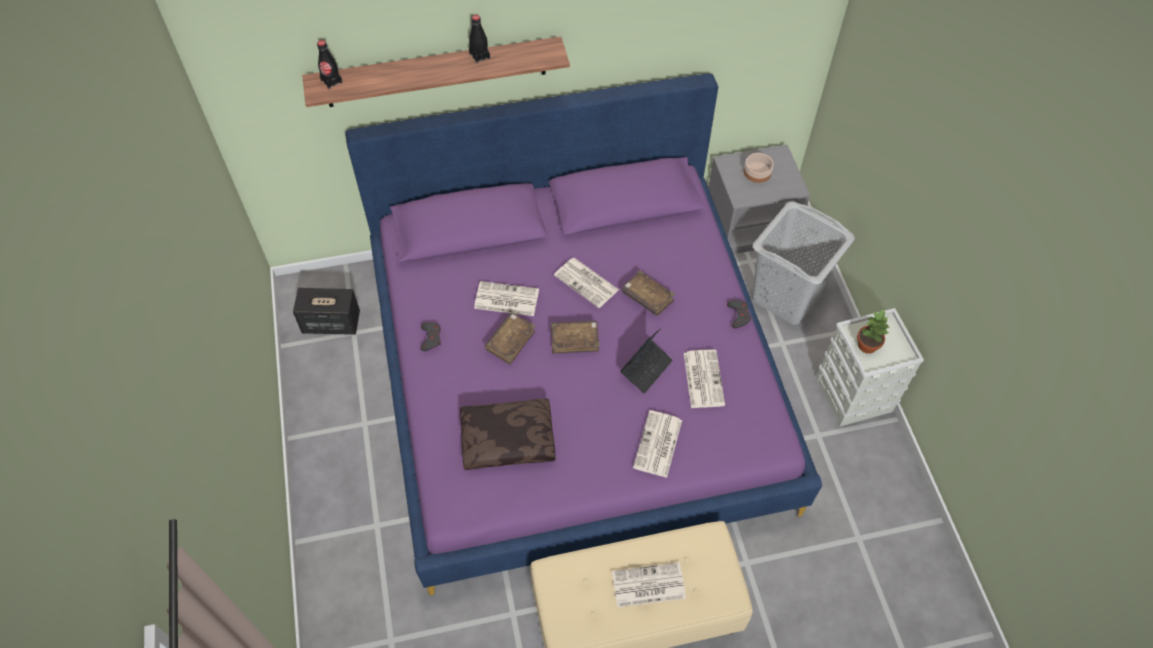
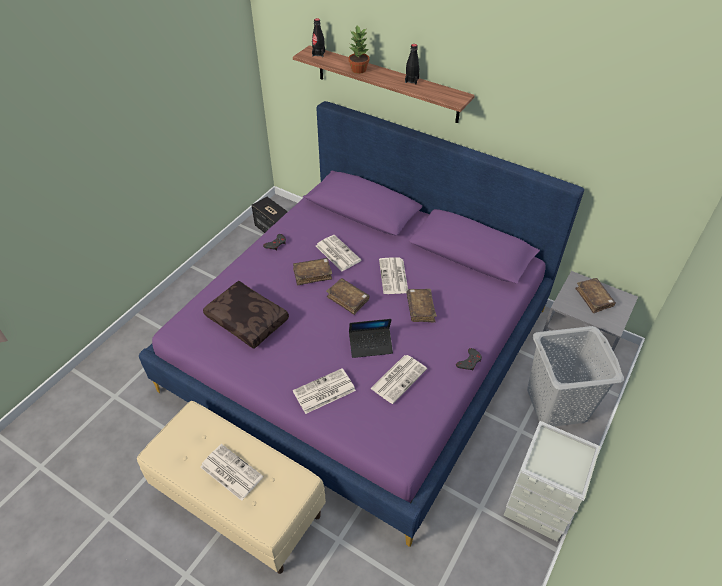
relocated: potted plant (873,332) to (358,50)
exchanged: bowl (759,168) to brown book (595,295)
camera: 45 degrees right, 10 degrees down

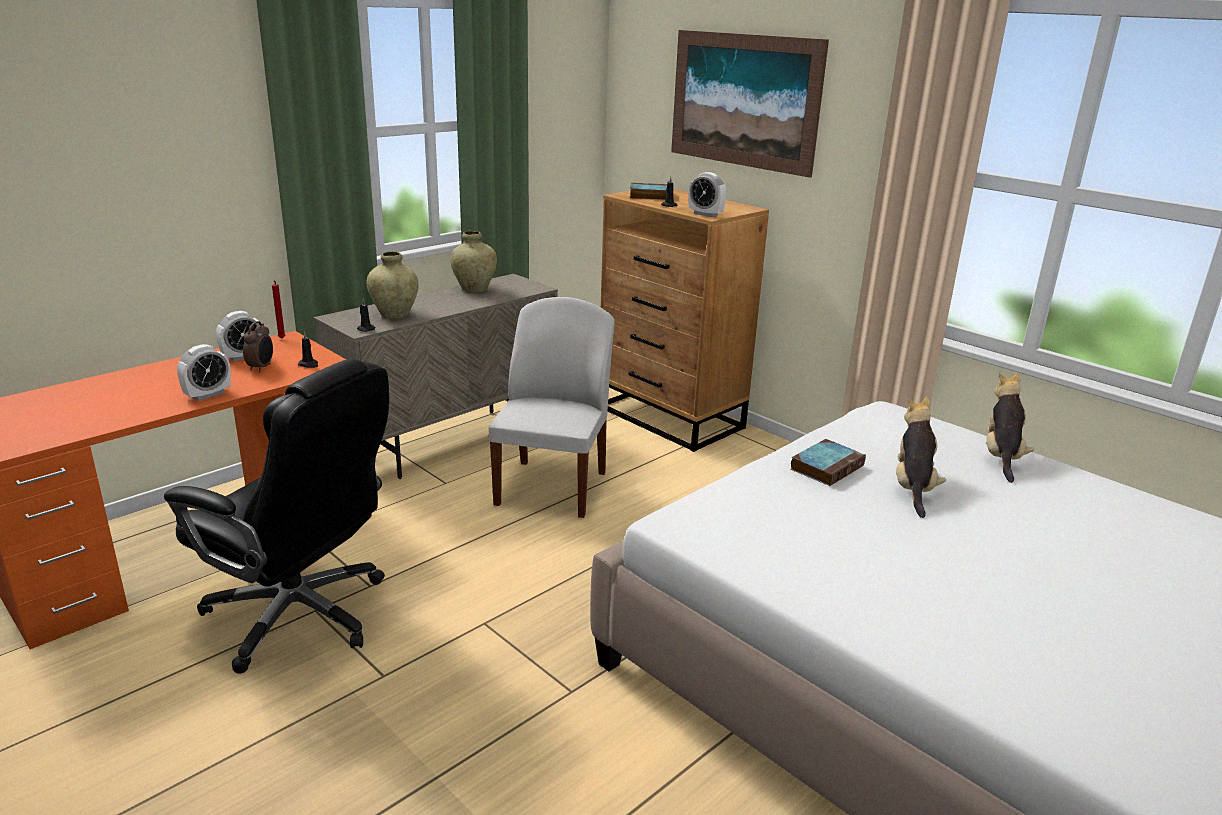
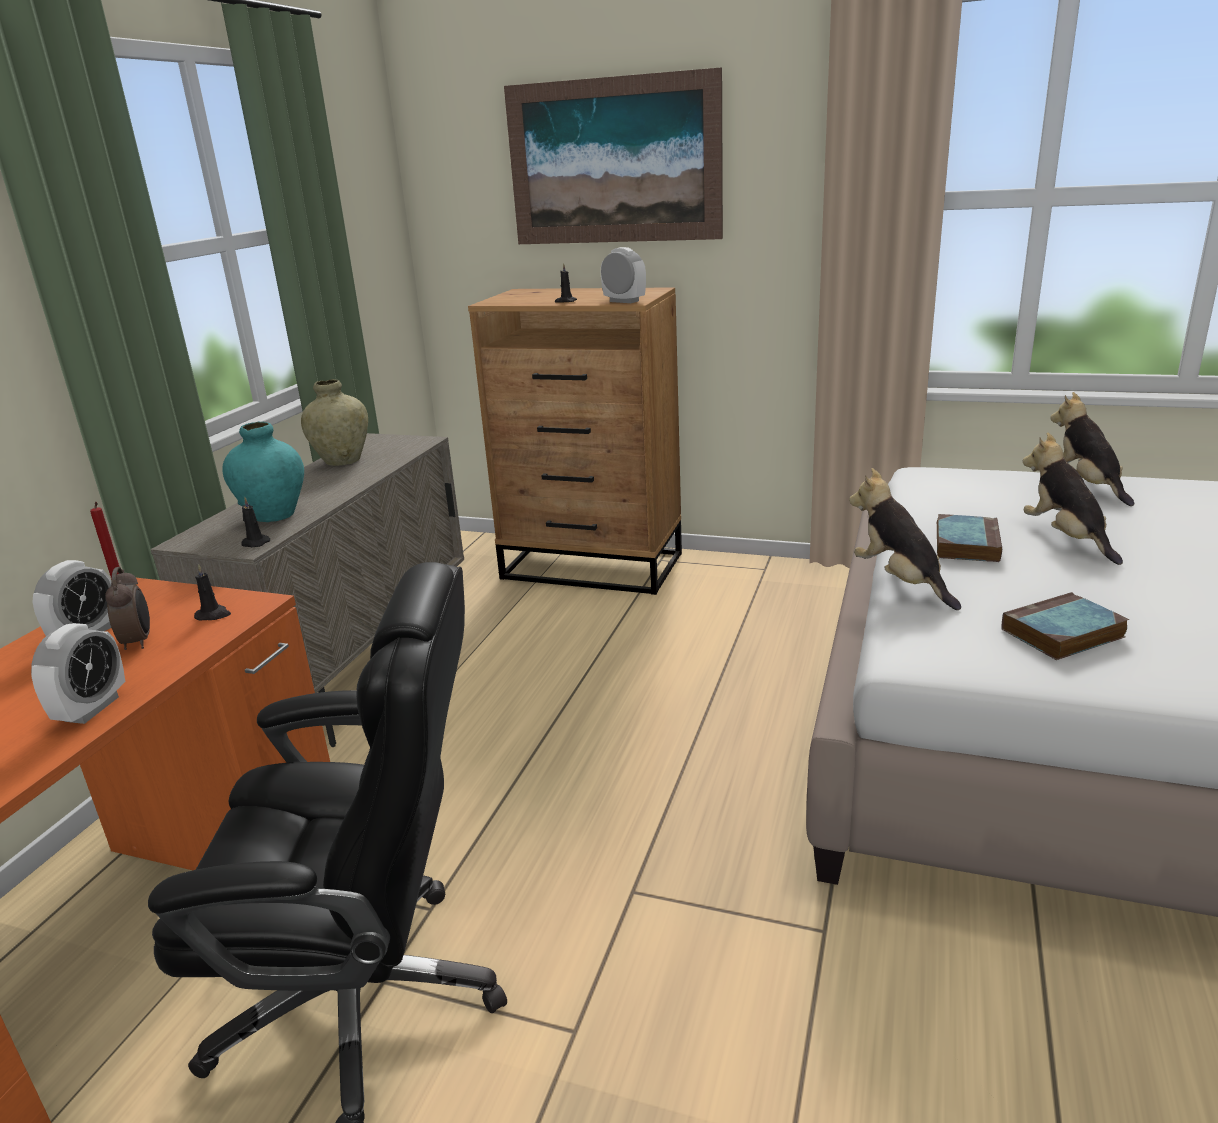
missing: white chair (552,407)
appeared: plush toy (905,539)
relocated: book (648,191) to (1065,626)
colour: beige vase (392,285) to turquoise vase (263,471)
spun: alarm clock (707,194) = (623,275) 150 degrees counterclockwise
camera: 25 degrees left, 0 degrees up

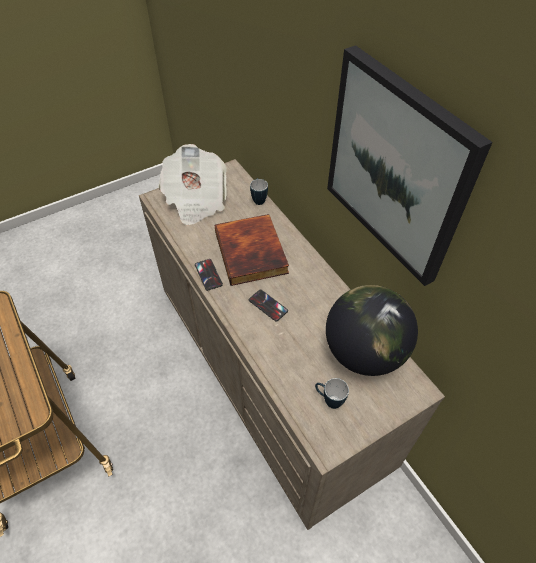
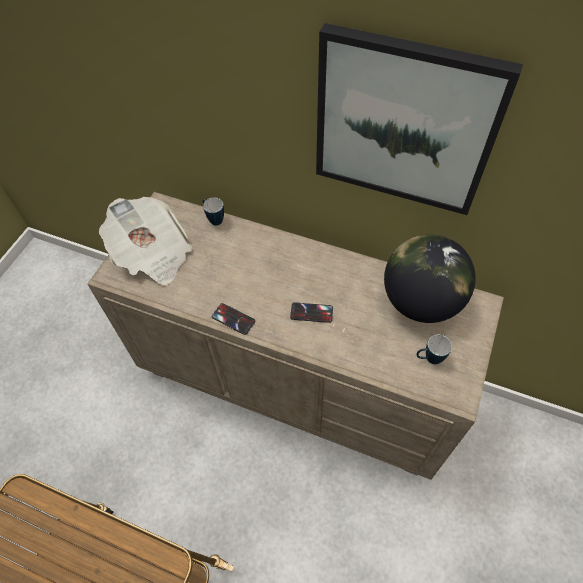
missing: book (252,250)
camera: 35 degrees left, 5 degrees up

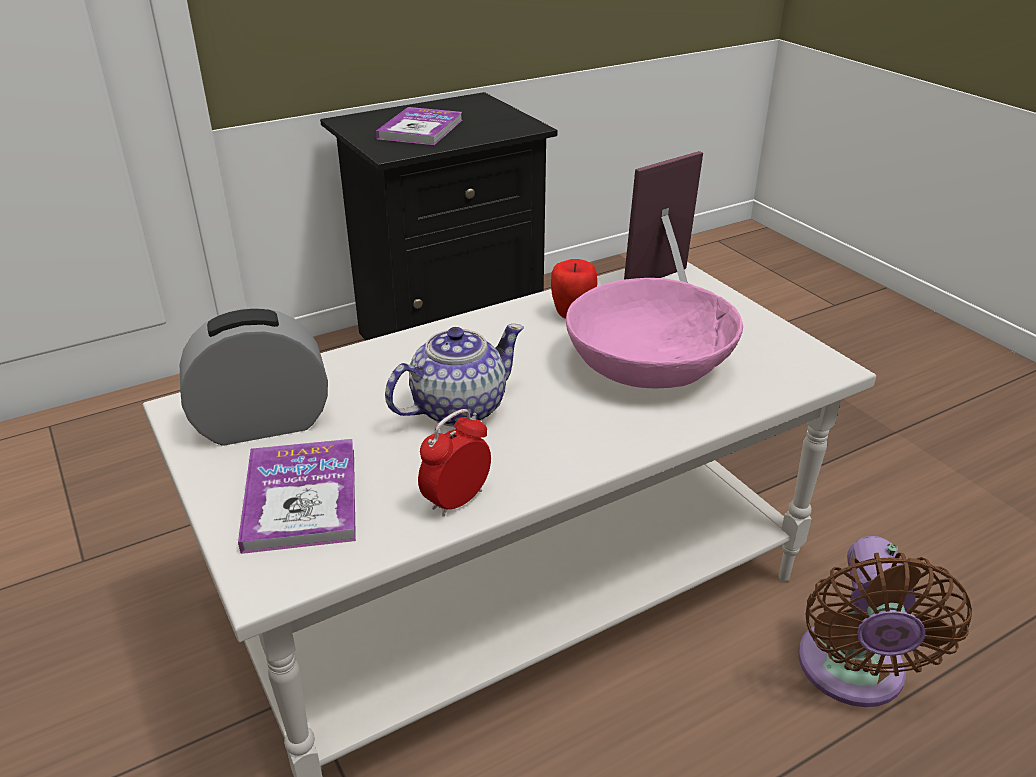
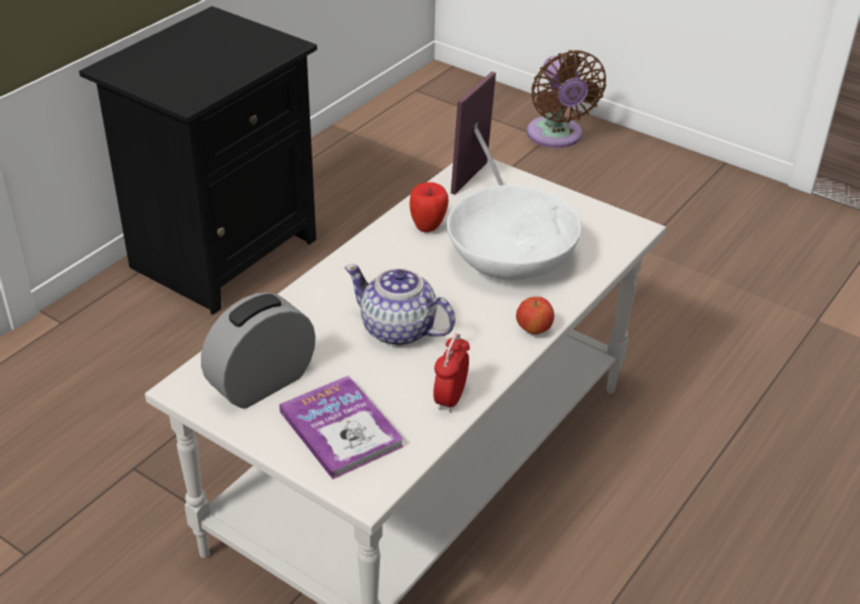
missing: book (419,126)
appeared: apple (535,316)
relocated: brown fan (885,621) to (566,99)
colour: pink bowl (654,333) to white bowl (514,232)
spun: teapot (454,375) = (399,305) 90 degrees counterclockwise
camera: 25 degrees left, 5 degrees up

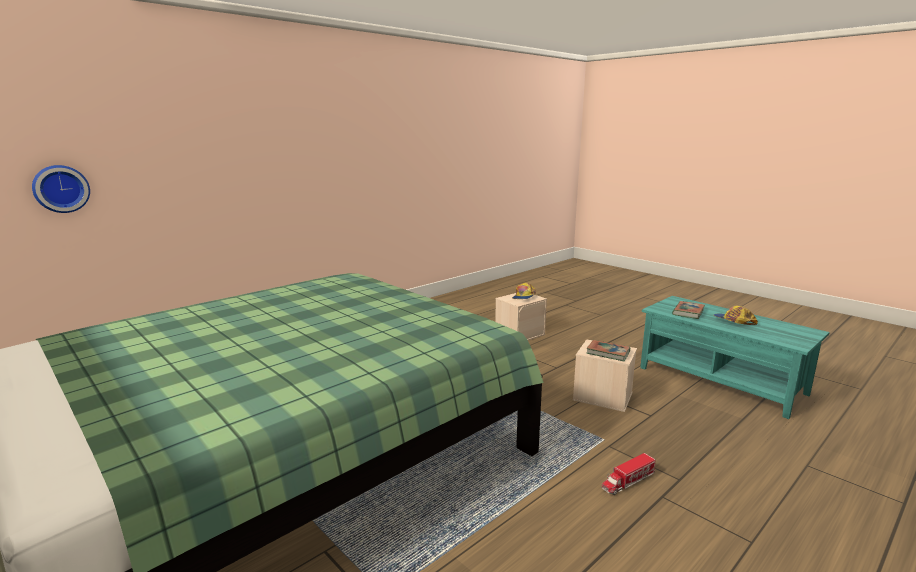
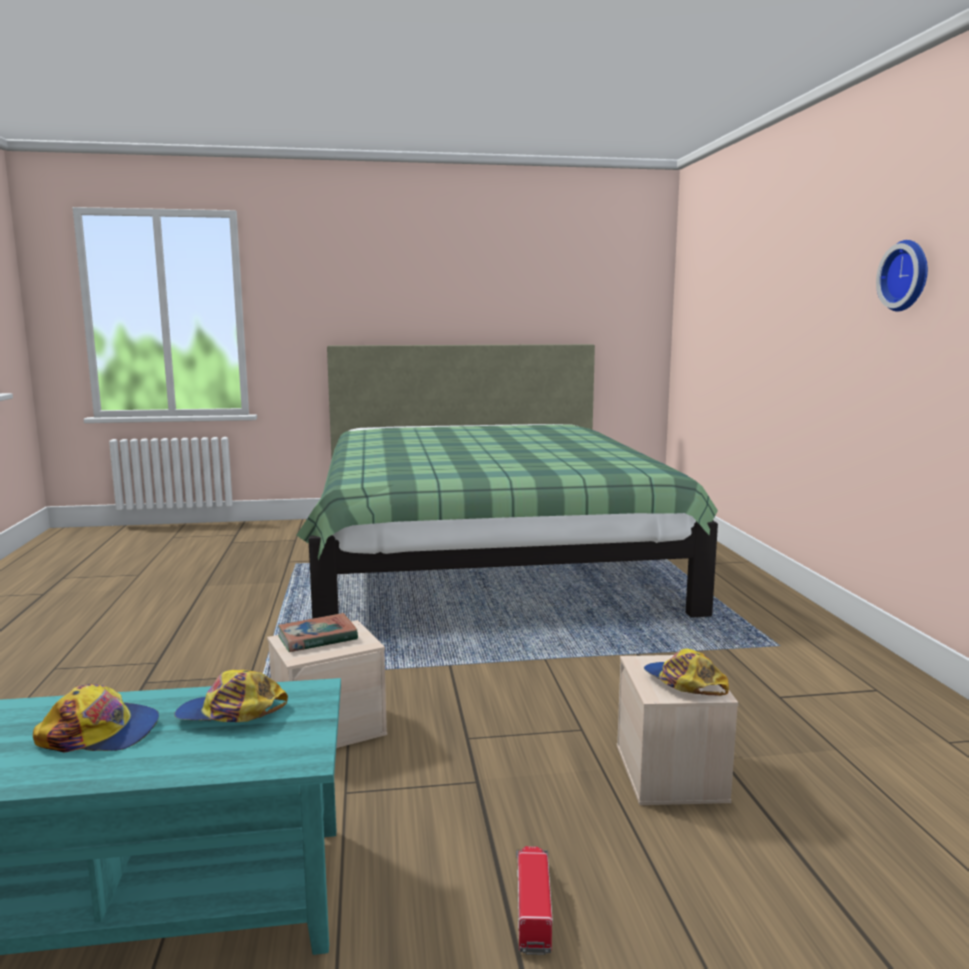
relocated: wall clock (61,189) to (902,275); toy truck (628,474) to (534,900)
exchanged: book (688,310) to cap (231,696)
camera: 125 degrees right, 5 degrees down

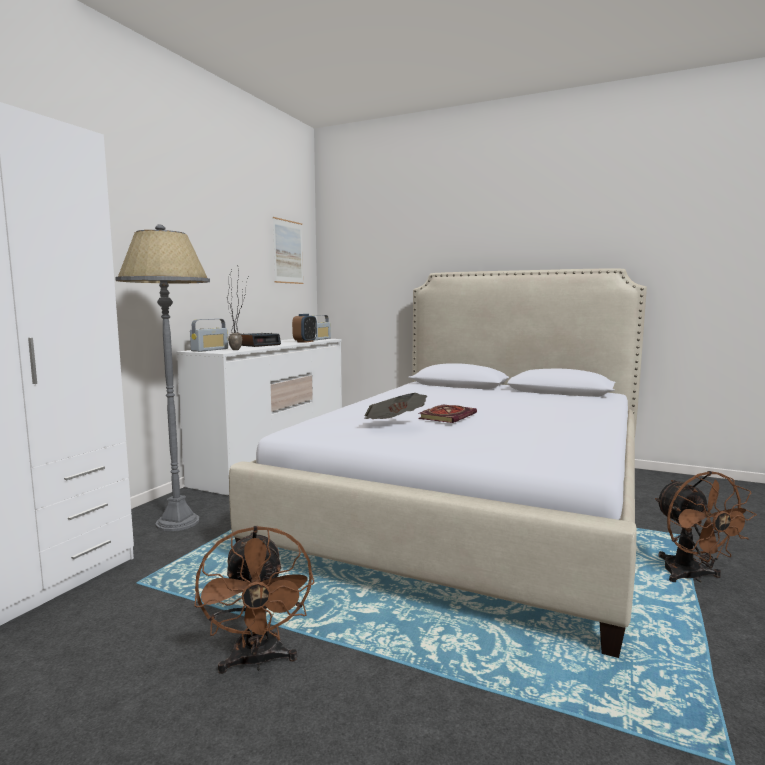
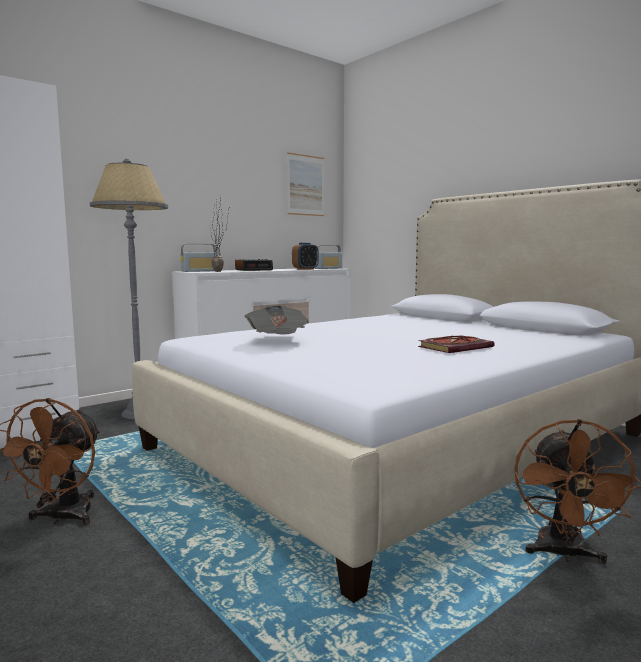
relocated: book (447,413) to (456,344)
camera: 25 degrees right, 0 degrees up

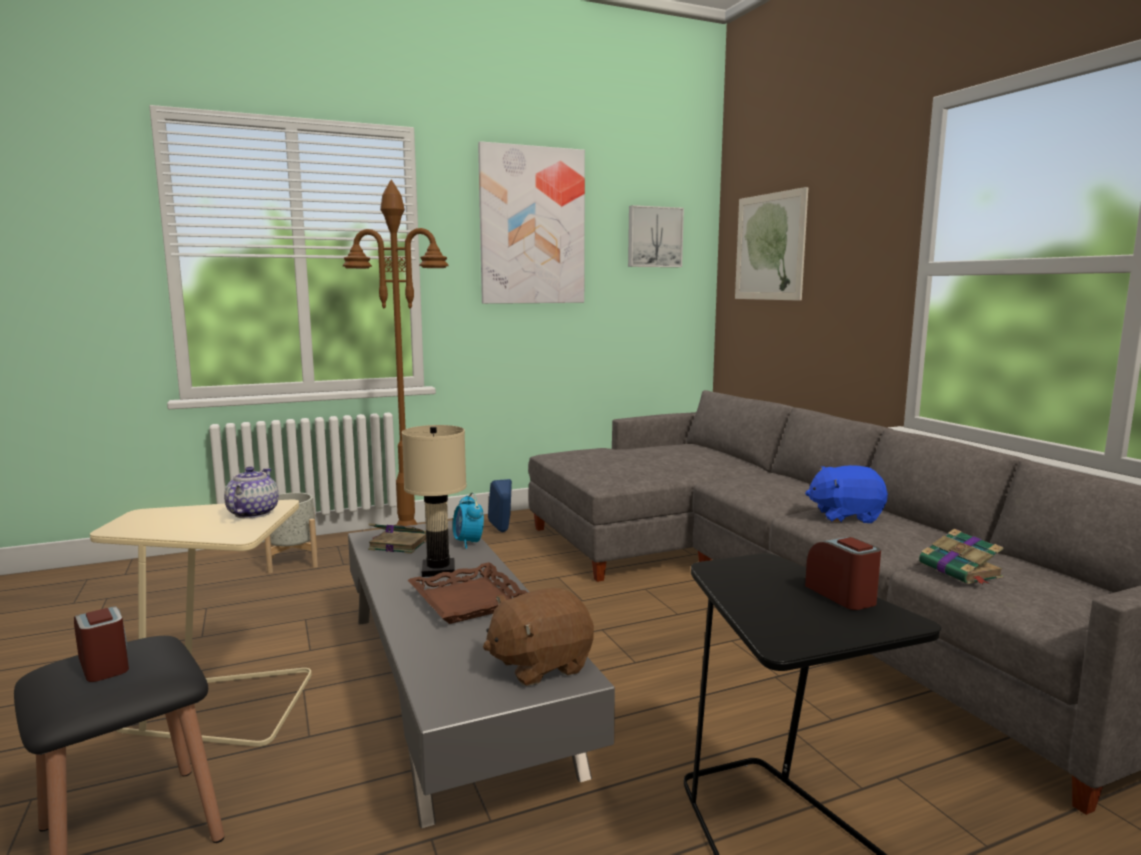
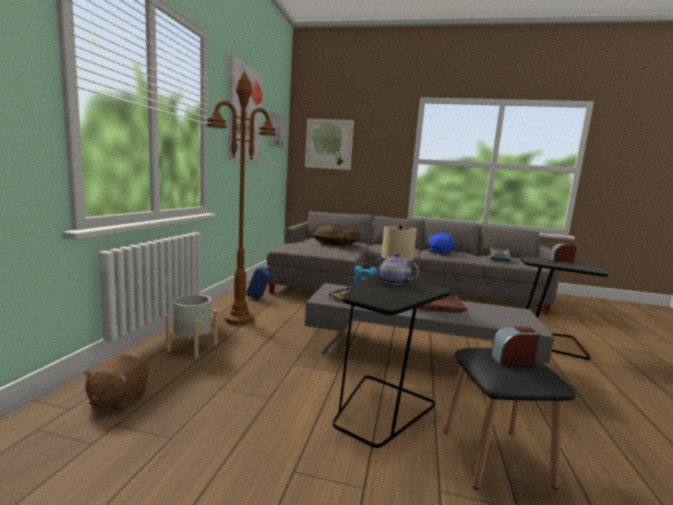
appeared: pillow (337,235)
relocated: brown plush toy (538,637) to (116,383)
colour: beige side table (201,623) to black side table (392,361)
camera: 55 degrees left, 0 degrees up

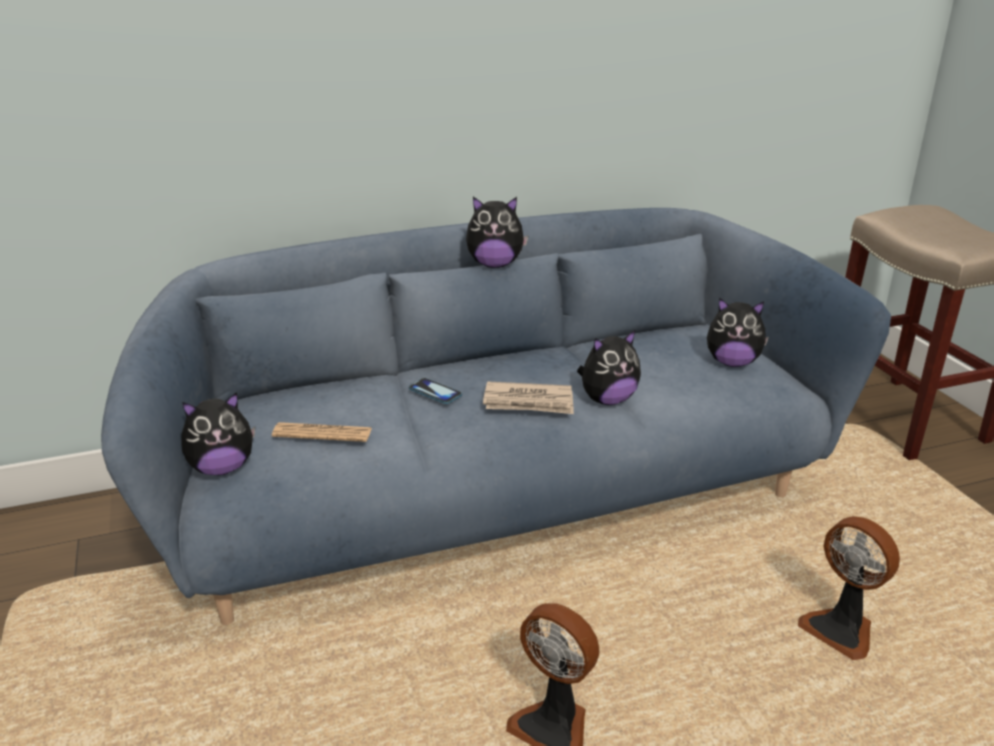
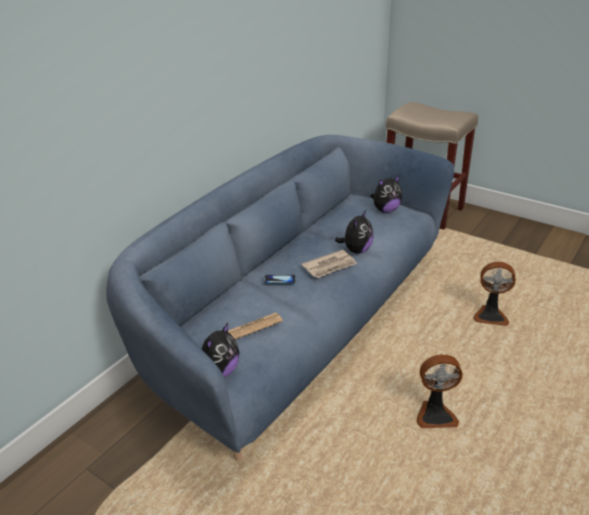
missing: plush toy (497,232)
camera: 35 degrees left, 5 degrees up

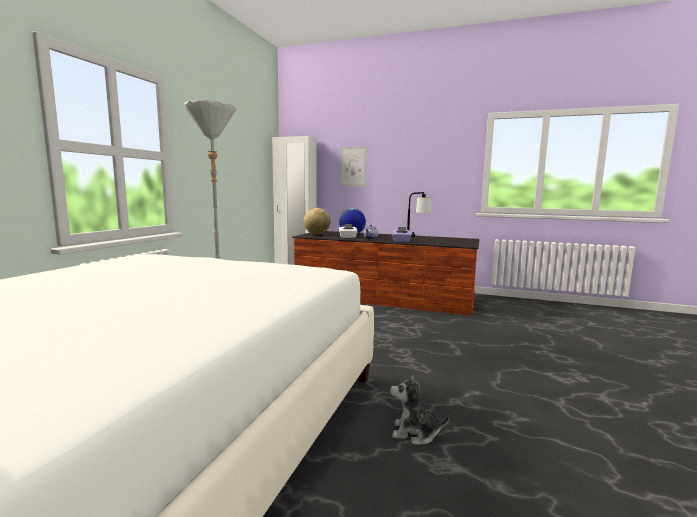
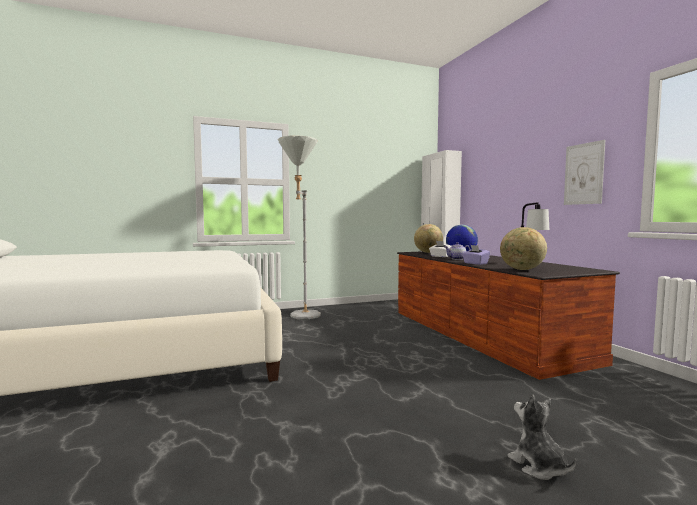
appeared: globe (523,248)
relocated: picture (354,166) to (584,172); plush toy (420,409) to (542,437)
camera: 50 degrees right, 5 degrees down

